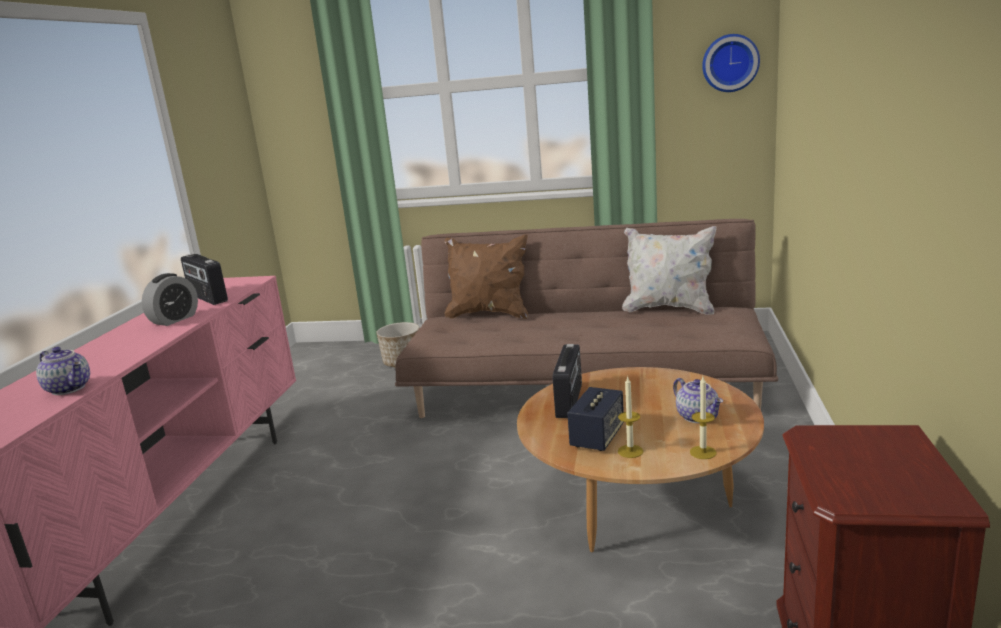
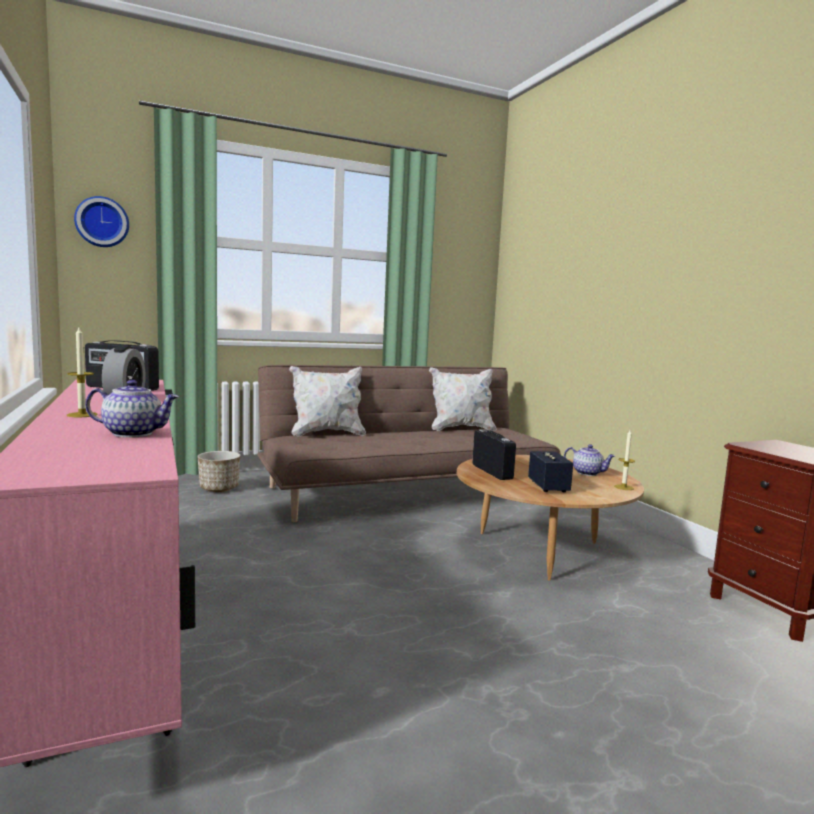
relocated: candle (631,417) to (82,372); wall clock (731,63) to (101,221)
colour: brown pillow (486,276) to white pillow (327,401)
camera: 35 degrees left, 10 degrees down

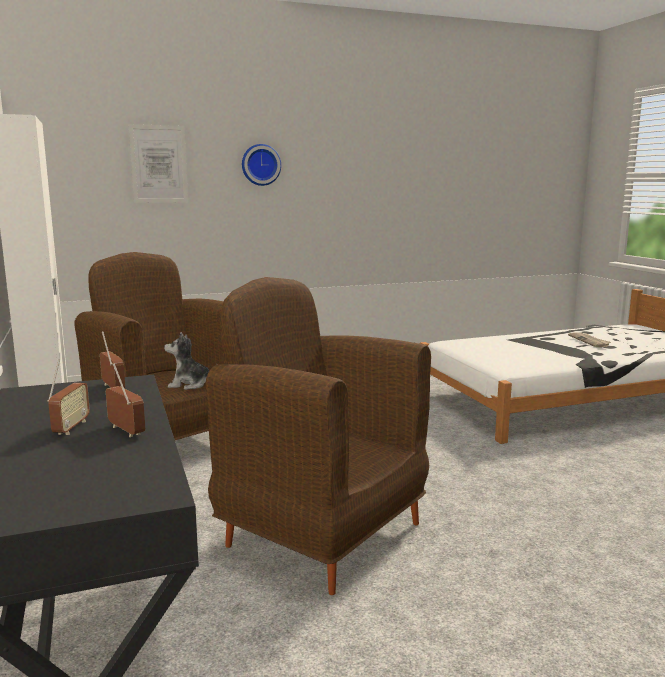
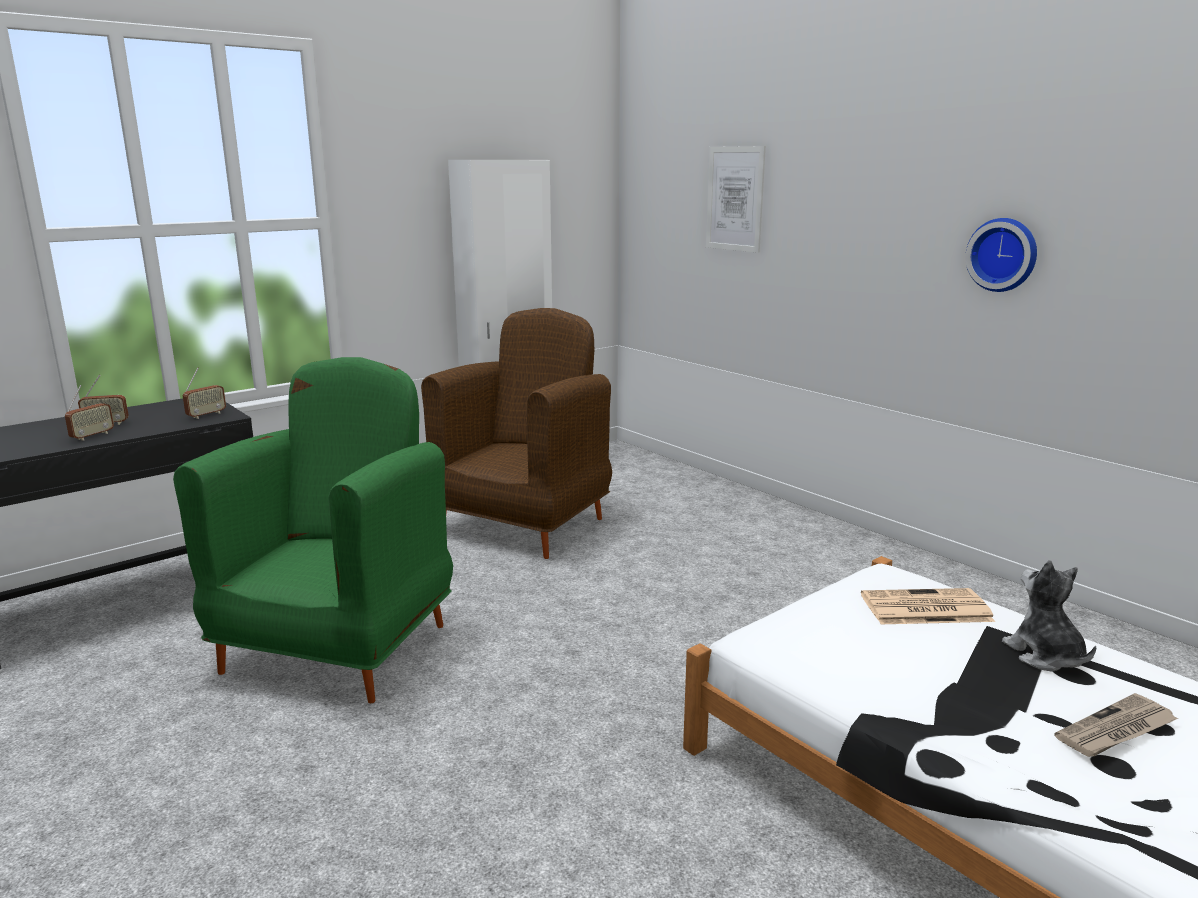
appeared: newspaper (928,606)
relocated: plush toy (190,361) to (1049,615); wall clock (261,165) to (1001,255)
colour: brown armchair (318,436) to green armchair (313,530)
camera: 70 degrees right, 5 degrees up

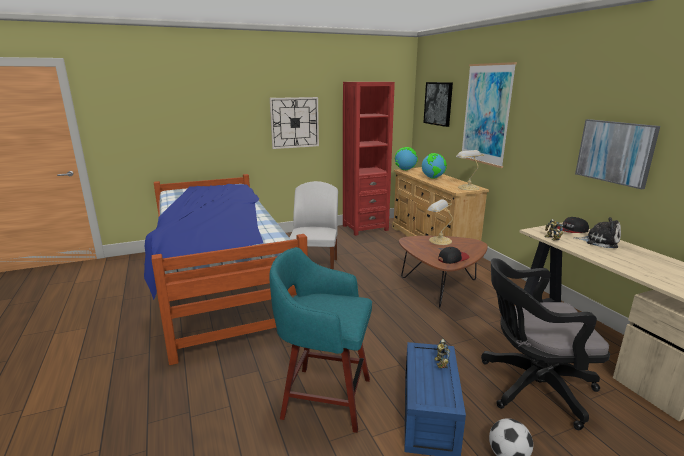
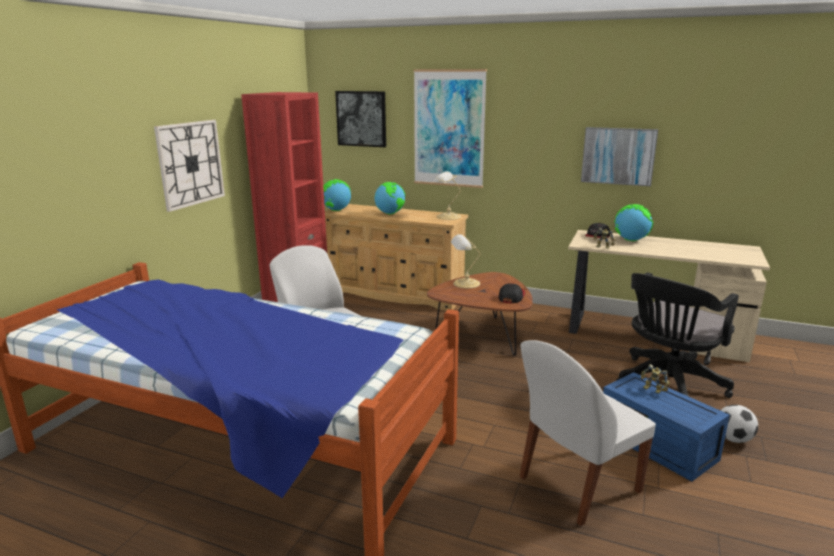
exchanged: turquoise stool (320,340) to white chair (588,433); plush toy (597,232) to globe (633,222)
camera: 45 degrees left, 0 degrees up

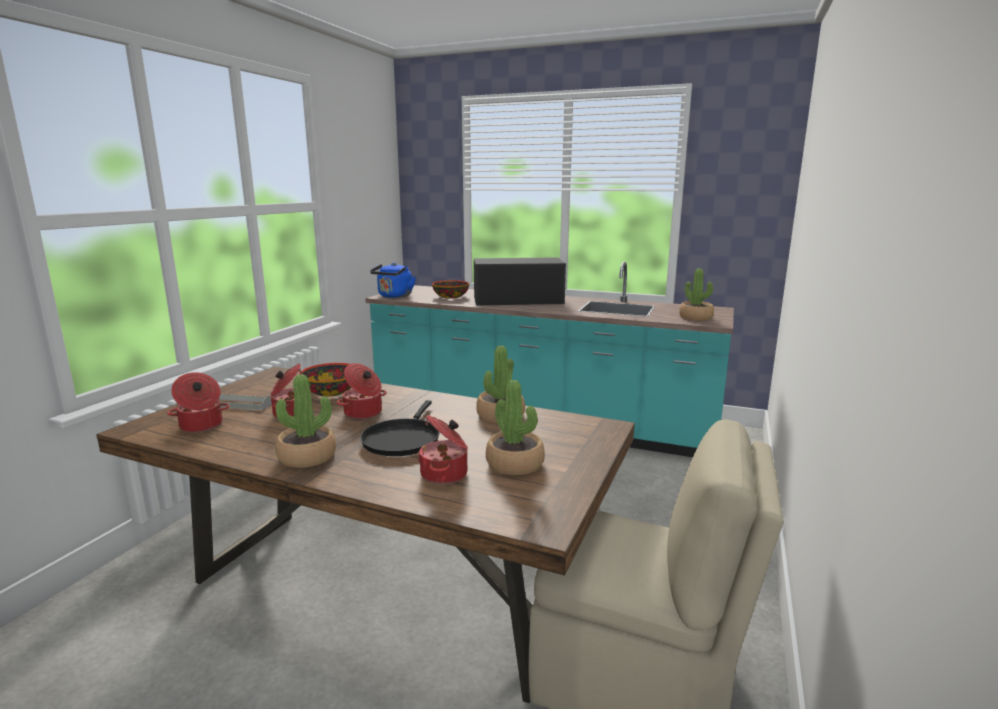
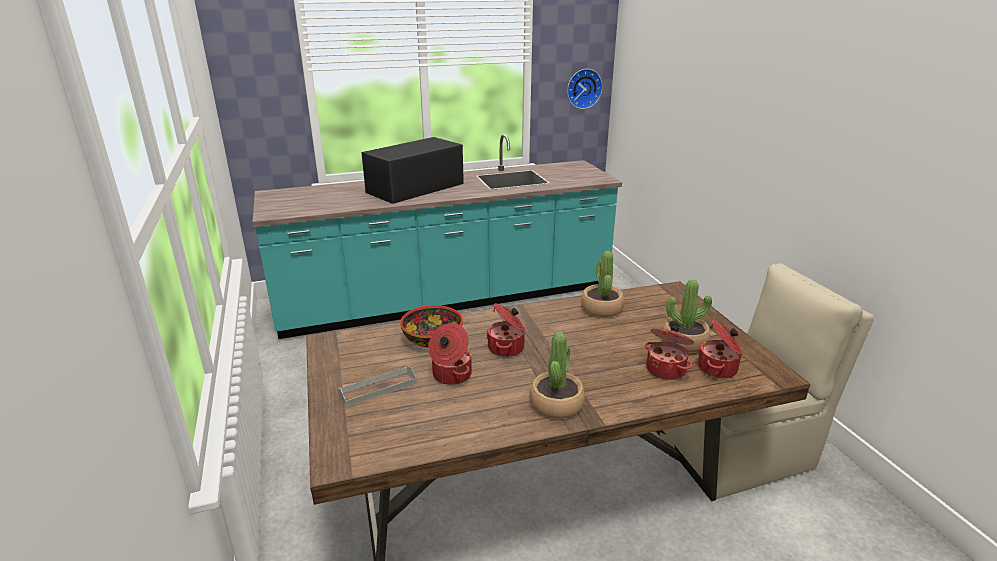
missing: black frying pan (399,428); blue kettle (393,280); bowl (450,289); potted plant (696,294)
appeared: wall clock (585,89)
relocated: cooking pot (198,402) to (720,349)
camera: 40 degrees left, 10 degrees up

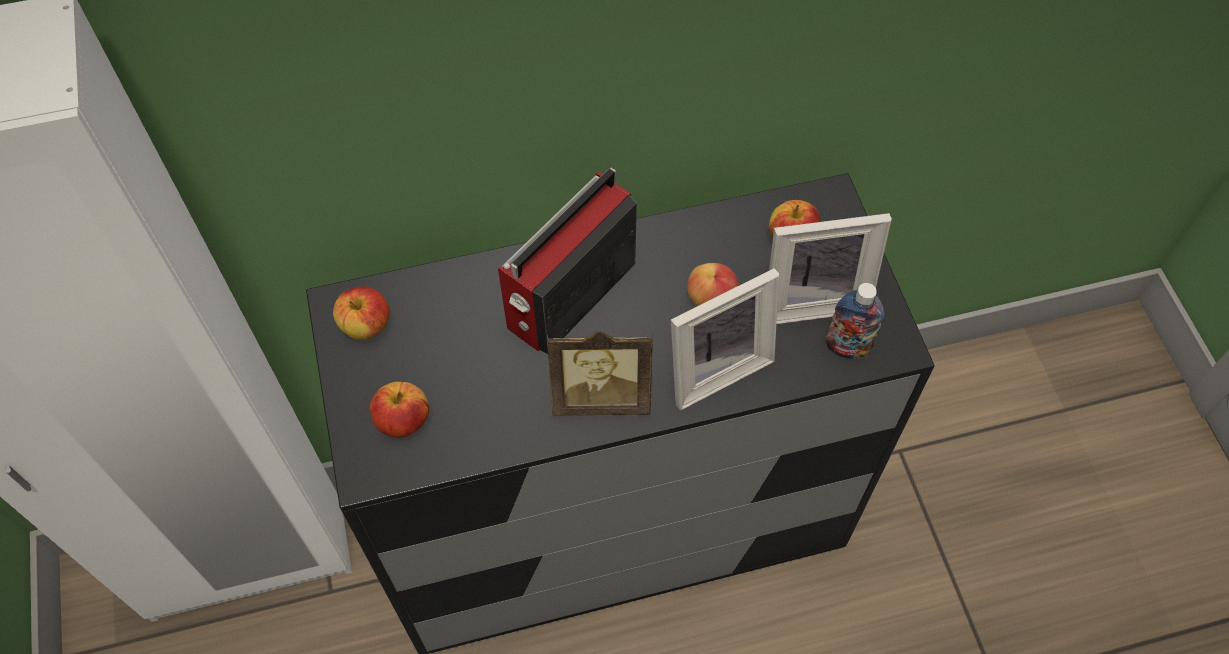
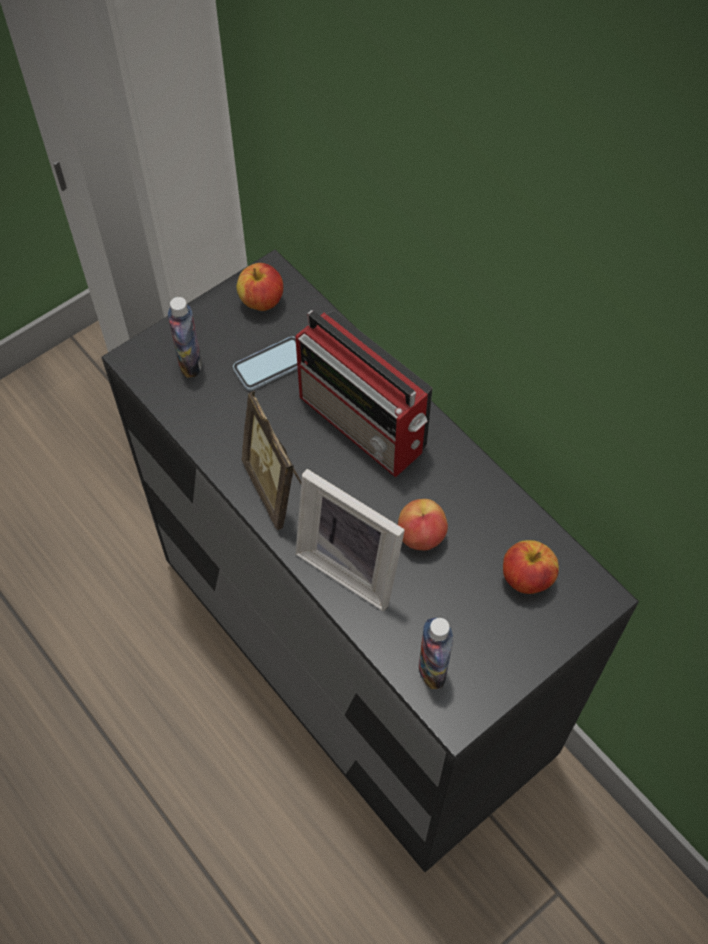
missing: picture frame (830,268)
appeared: phone (265,364)
exchanged: apple (399,410) to bottle (185,337)
spun: radio (567,261) = (363,393) 150 degrees counterclockwise
camera: 65 degrees right, 0 degrees up

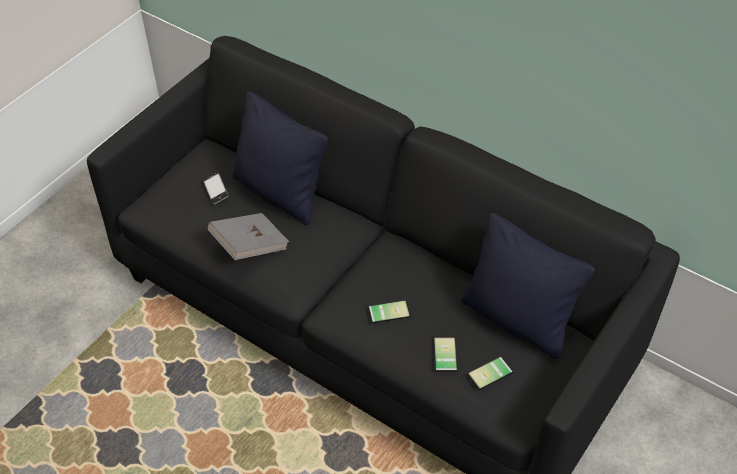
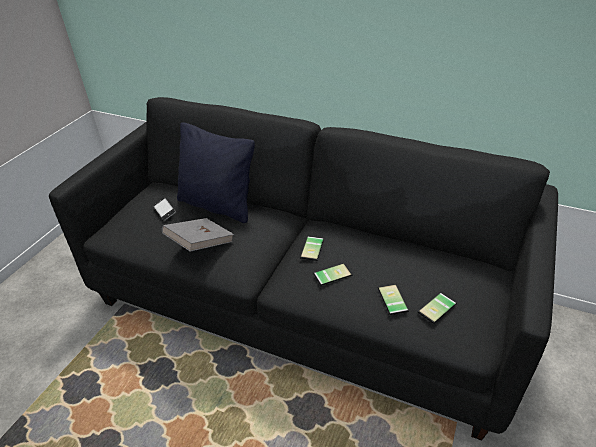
missing: black pillow (528,286)
appeared: phone (312,248)
camera: 10 degrees left, 10 degrees down

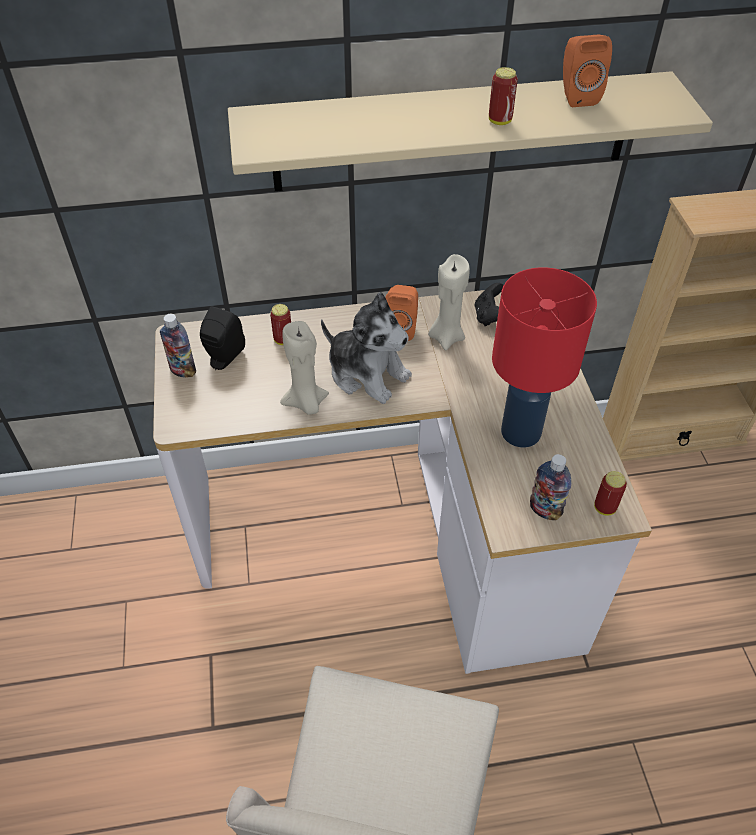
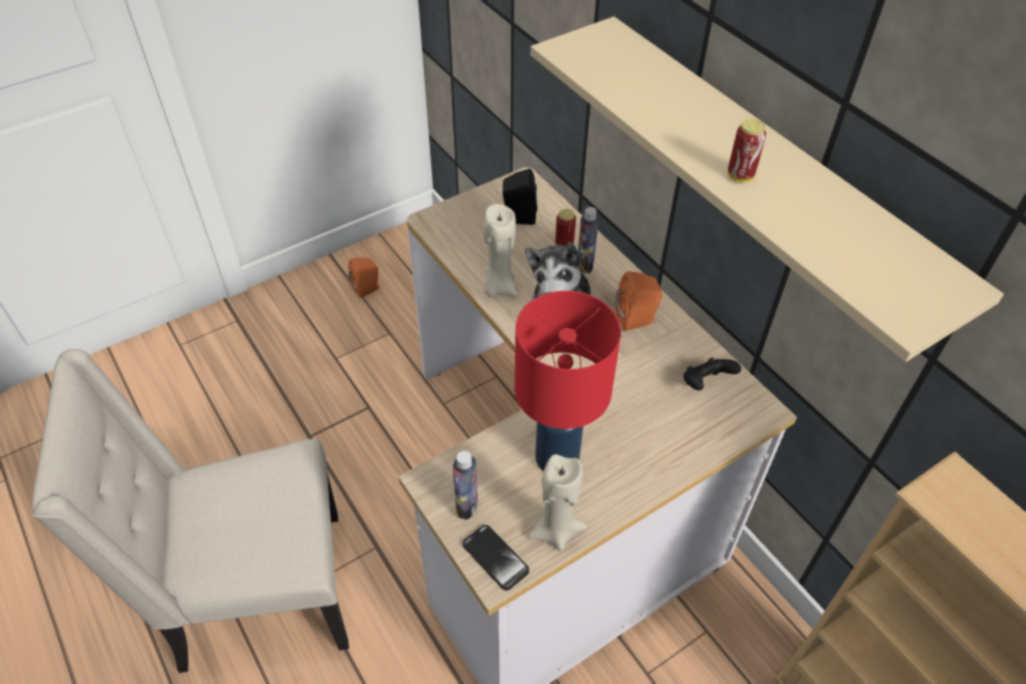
relocated: bottle (178,346) to (588,240); beige candle (449,302) to (557,502); orange speaker (587,71) to (363,277)
exchanged: can (610,493) to phone (496,557)
camera: 65 degrees right, 0 degrees up

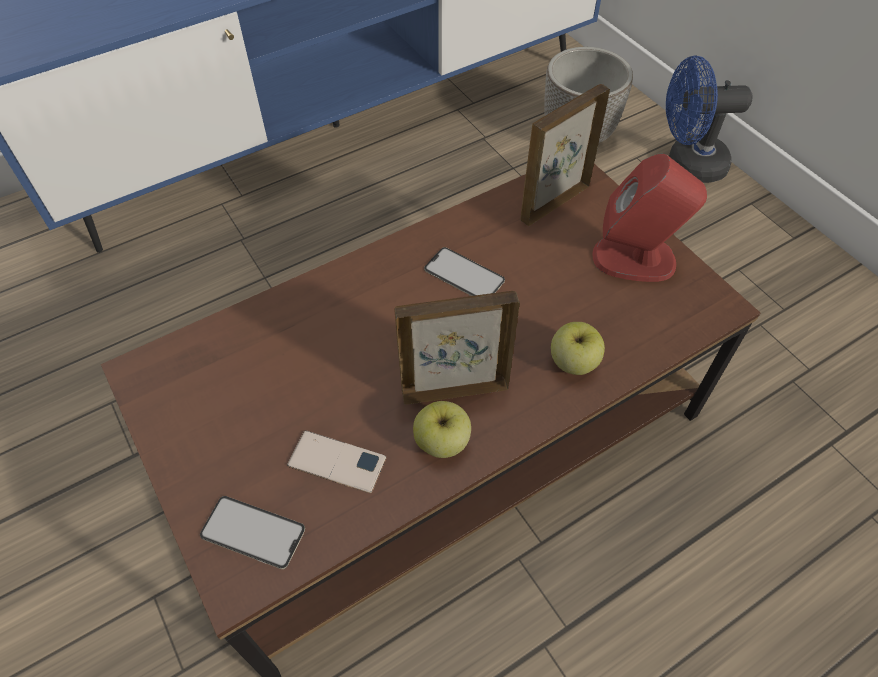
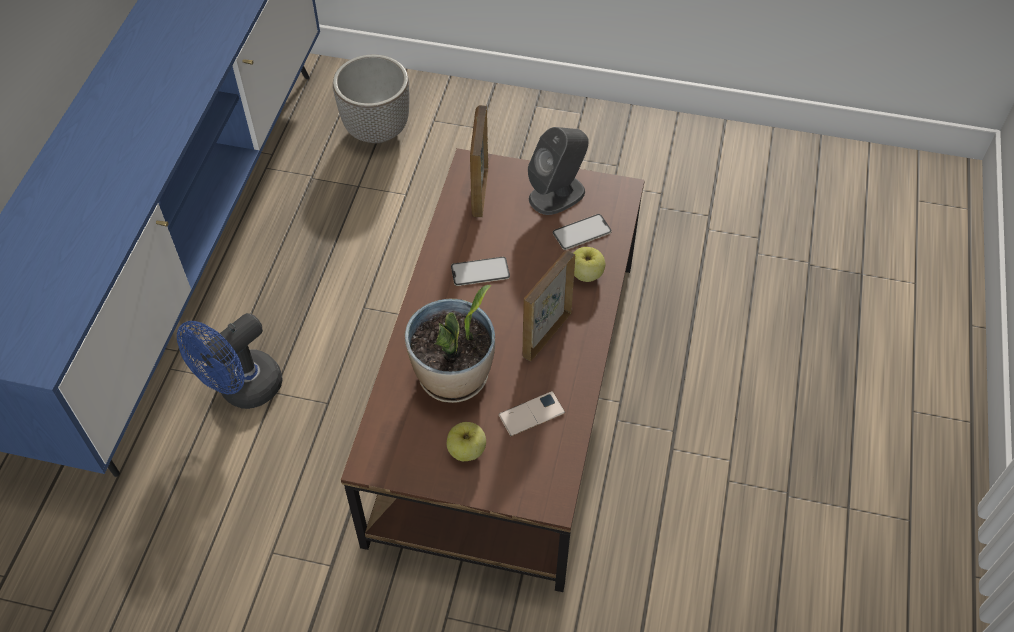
appeared: potted plant (450,344)
relocated: phone (252,532) to (582,232); apple (442,429) to (466,441); blue fan (709,119) to (229,361)
colour: red speaker (649,218) to grey speaker (558,171)
camera: 45 degrees left, 0 degrees up

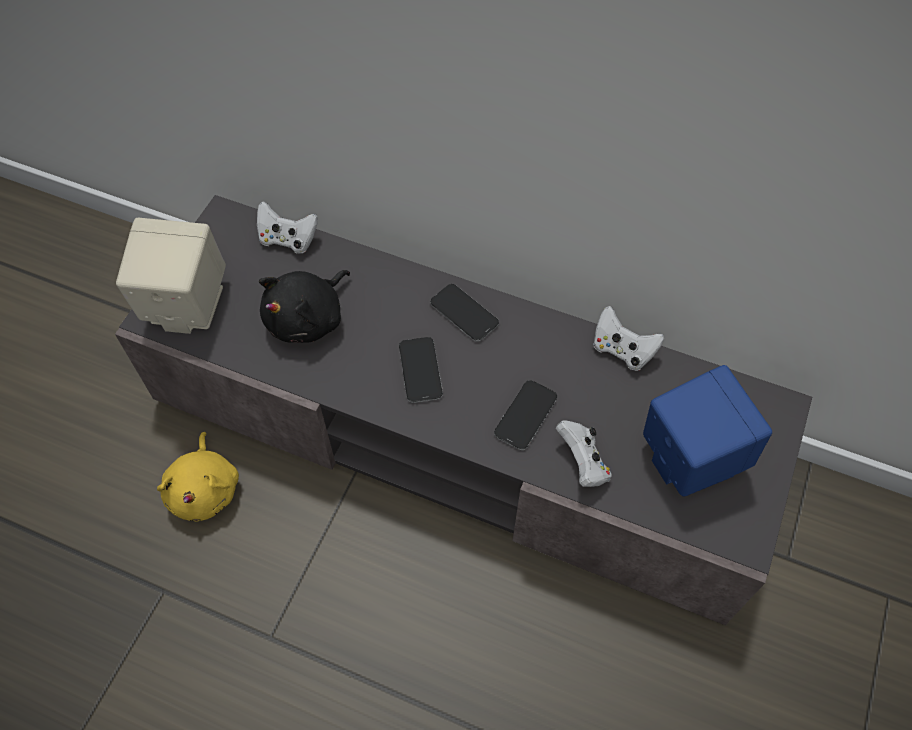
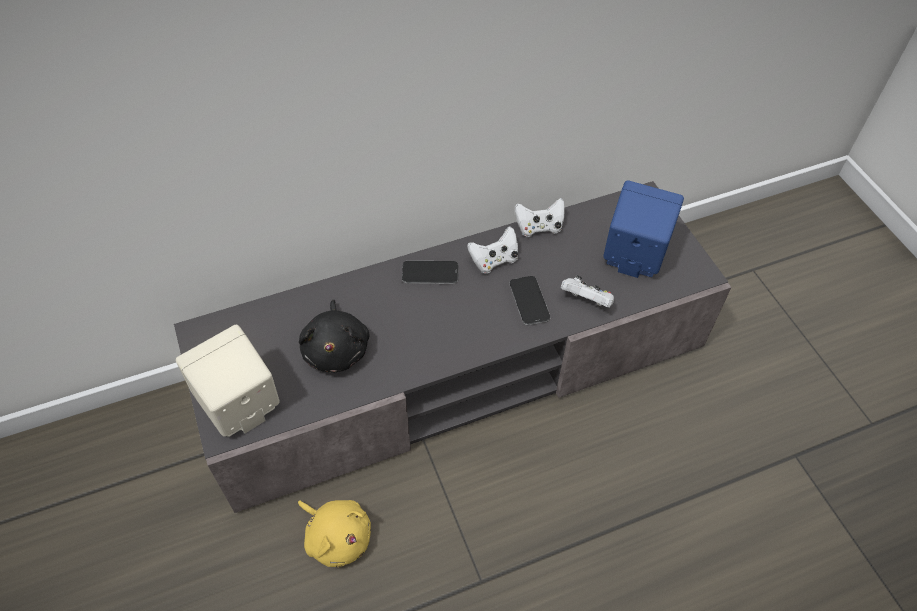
missing: phone (421,370)
relocated: white game controller (287,228) to (492,249)
camera: 45 degrees left, 5 degrees down

